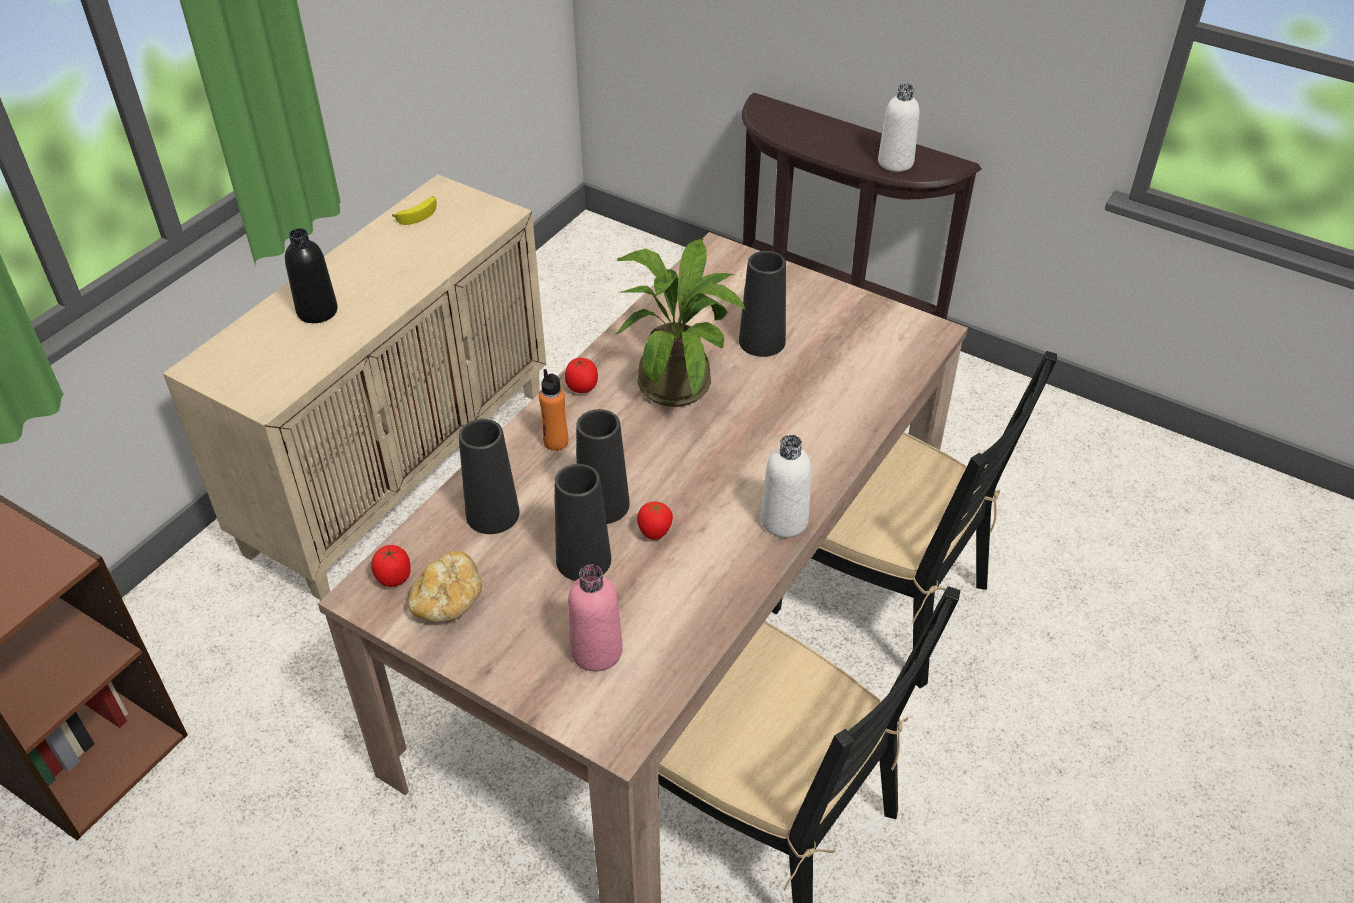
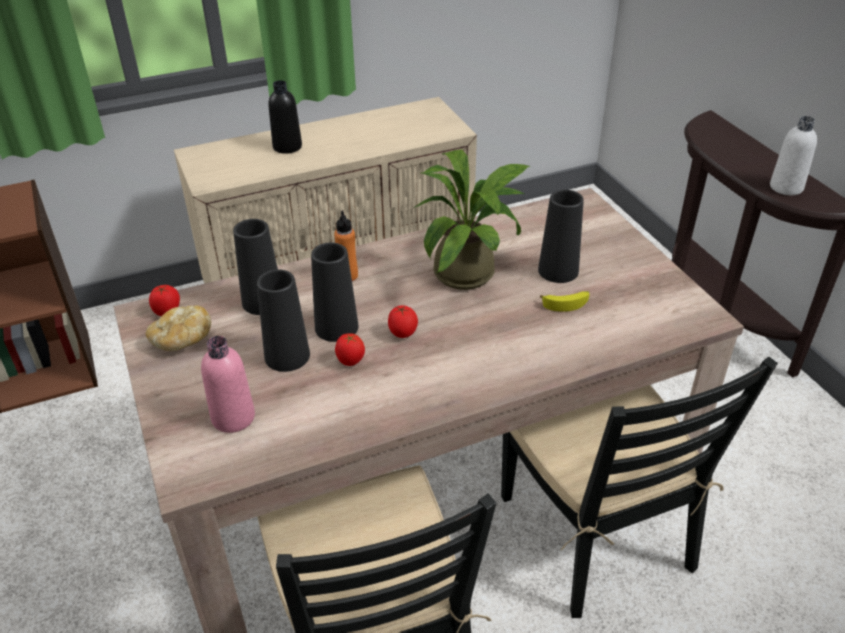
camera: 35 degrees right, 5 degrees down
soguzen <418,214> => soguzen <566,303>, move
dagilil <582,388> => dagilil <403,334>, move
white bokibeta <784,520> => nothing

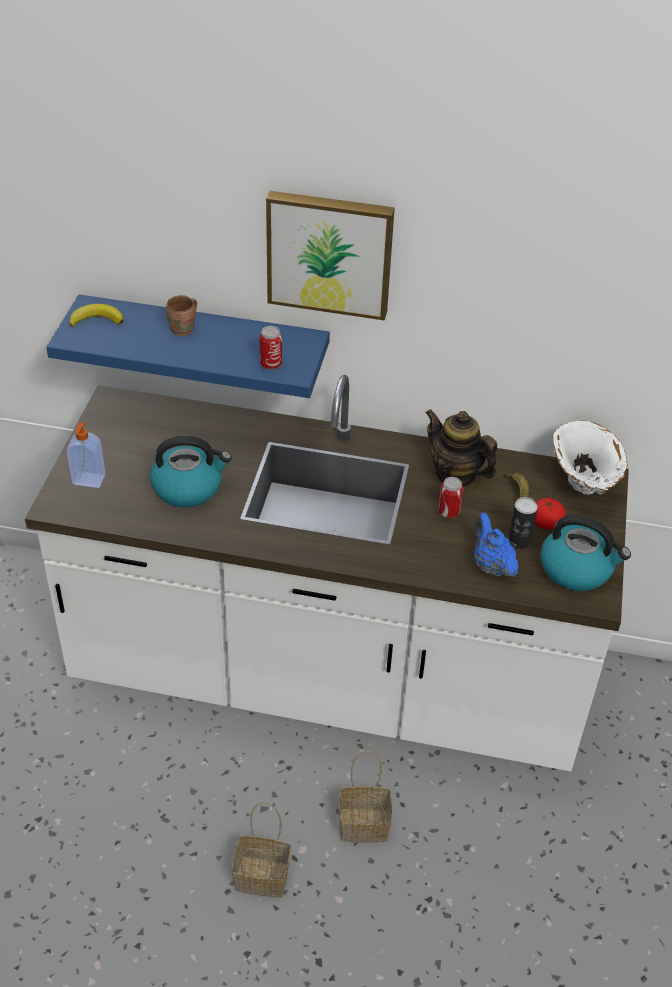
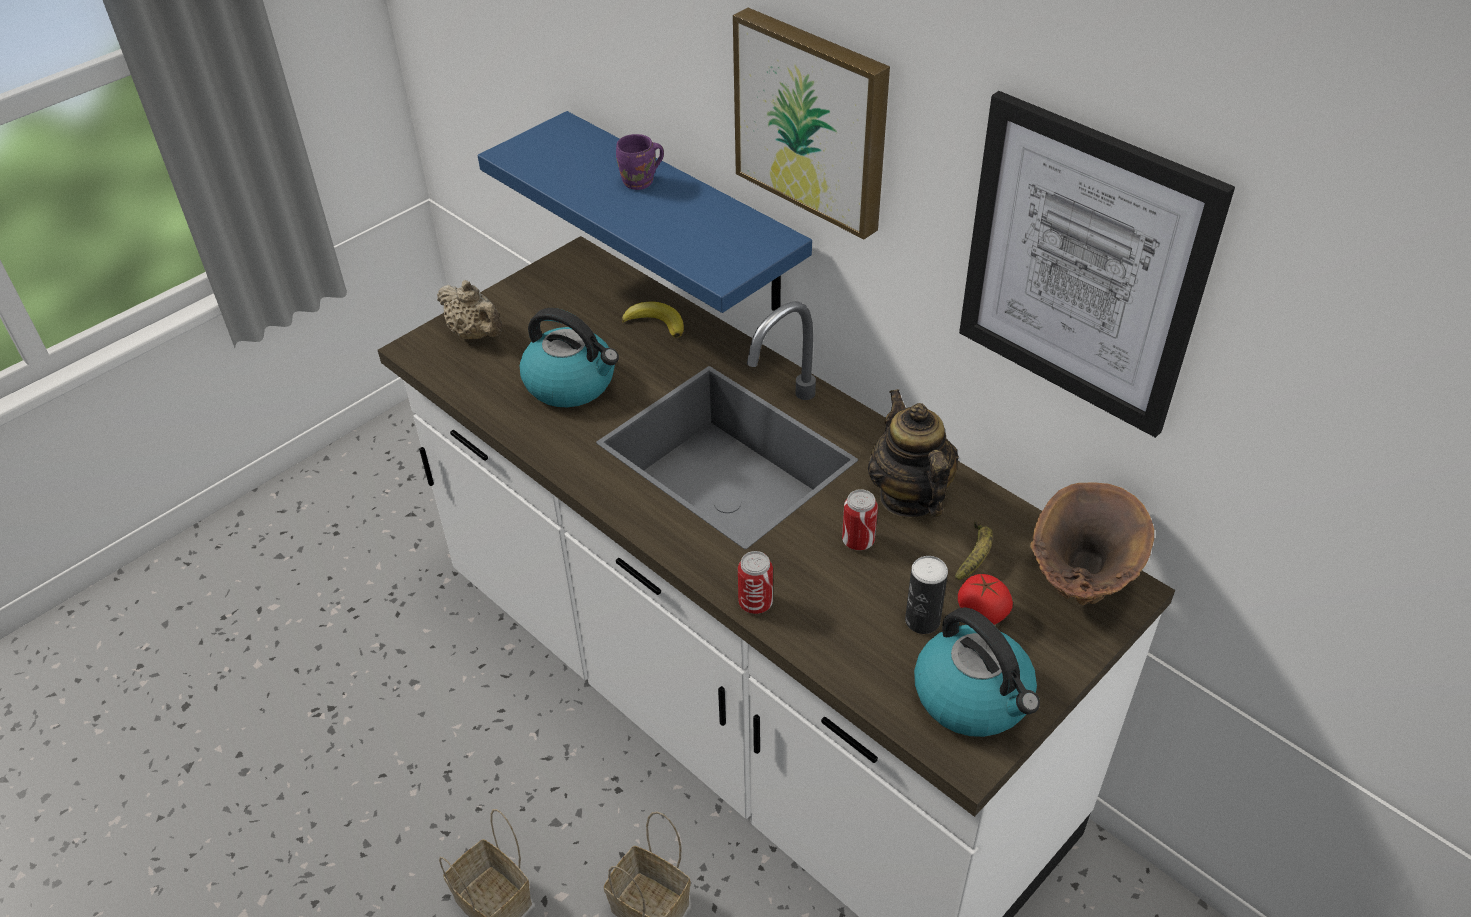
camera: 35 degrees right, 0 degrees up
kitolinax <88,480> => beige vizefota <476,334>
soguzen <96,319> => soguzen <656,323>, move
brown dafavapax <184,329> => purple dafavapax <640,183>
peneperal <271,364> => peneperal <755,603>, move
blue vizefota <491,565> => nothing
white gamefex <581,487> => brown gamefex <1077,586>
nothing => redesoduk <1082,266>

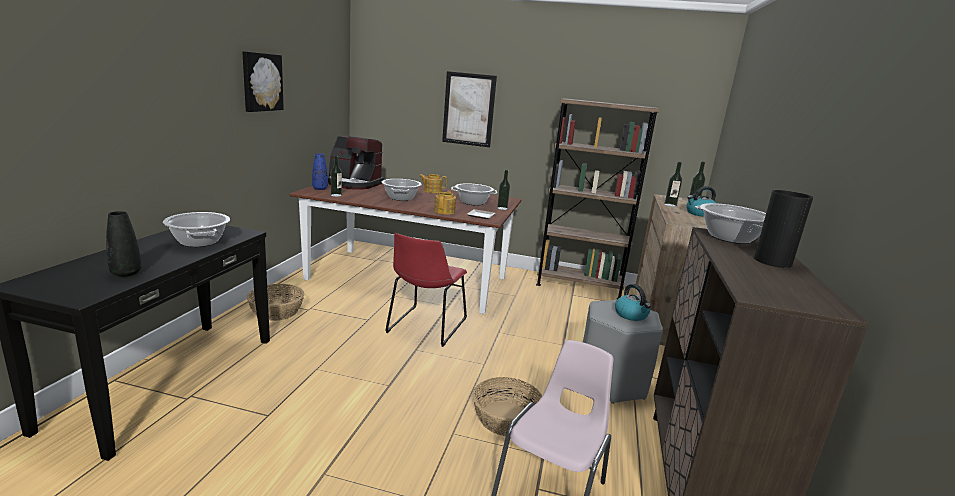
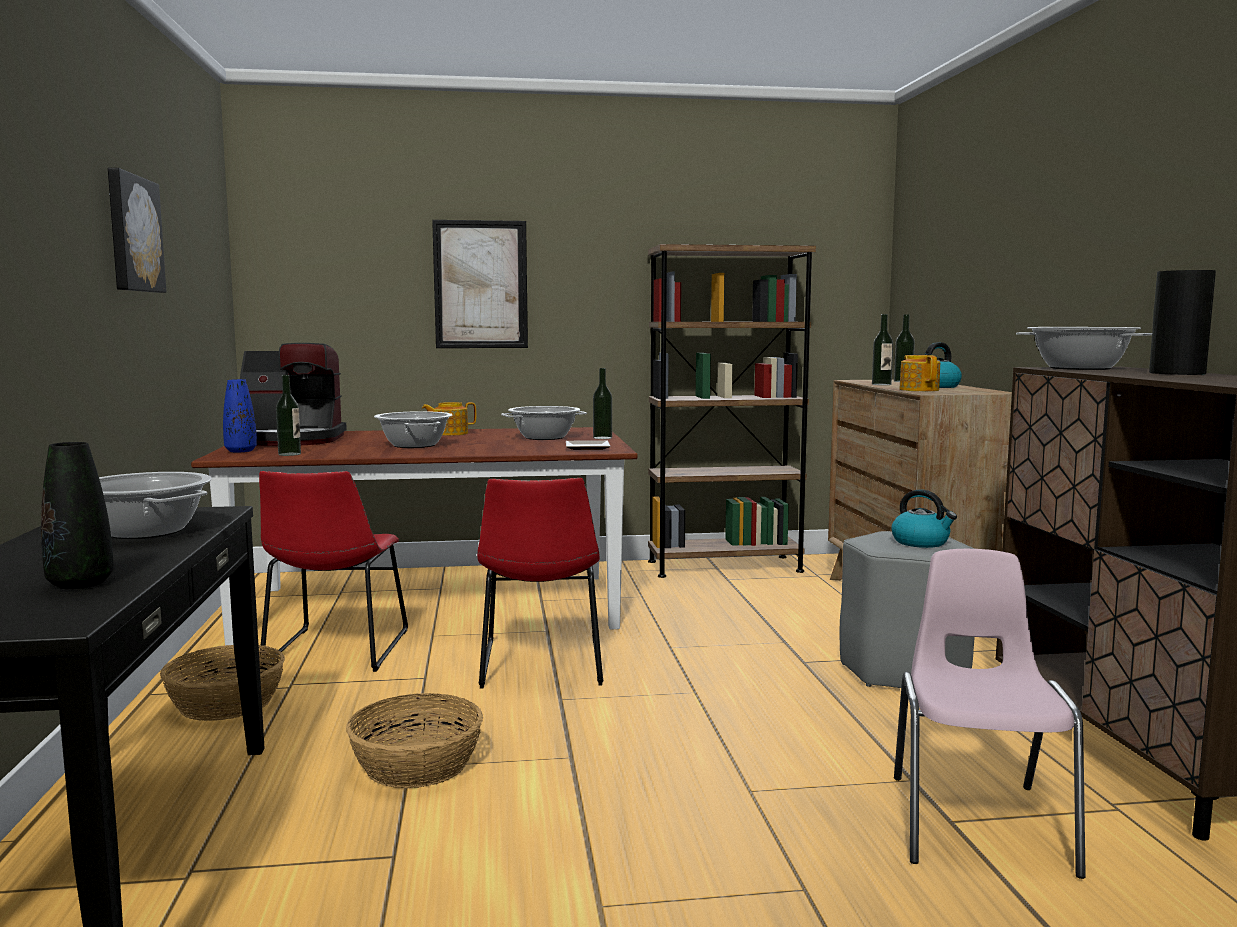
camera: 20 degrees left, 10 degrees down
vizefota <445,211> => vizefota <919,390>, move
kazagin <505,419> => kazagin <416,765>, move
nothing => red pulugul <335,652>

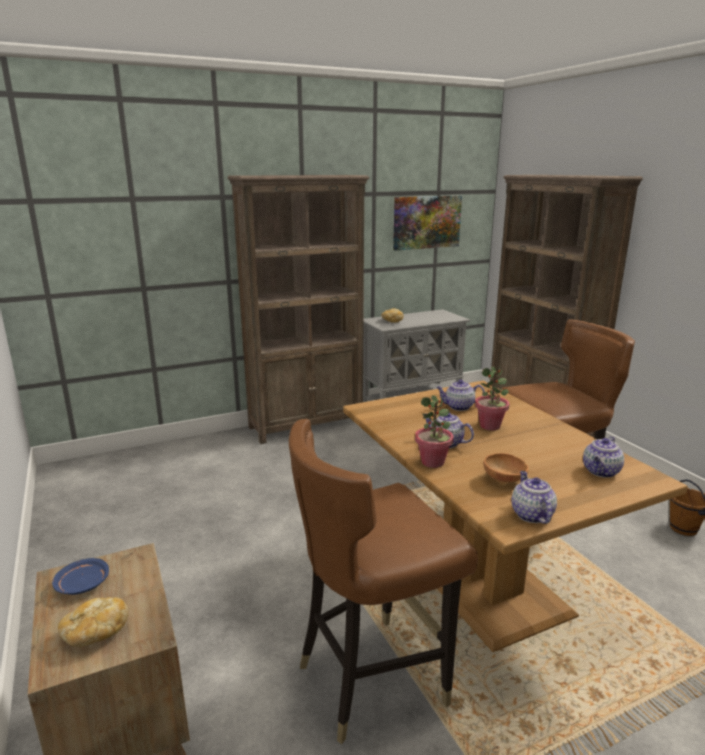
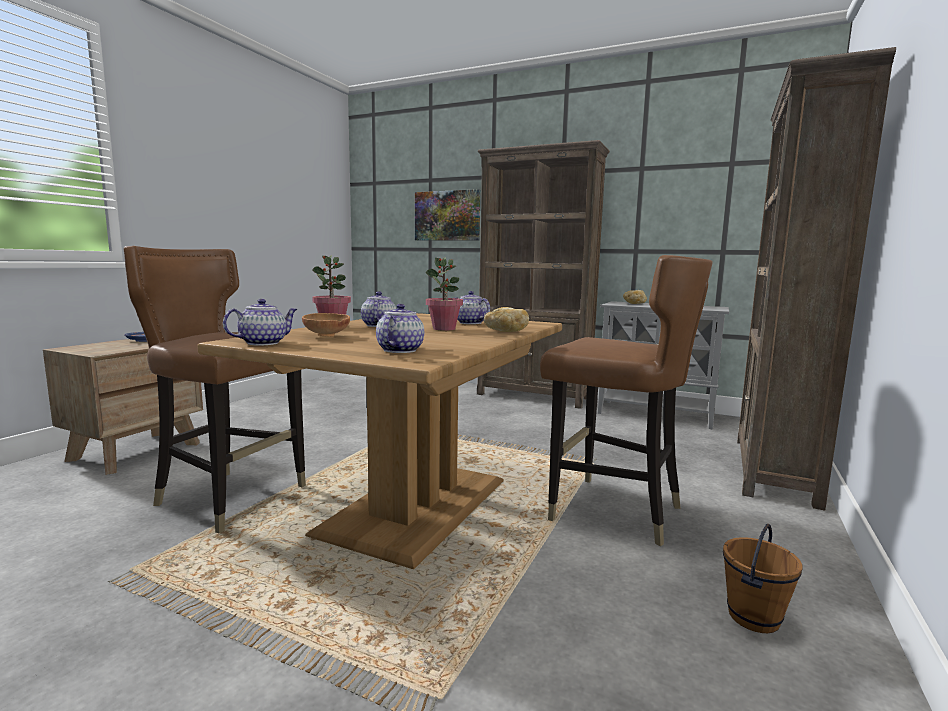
camera: 50 degrees right, 10 degrees down
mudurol <95,634> => mudurol <504,331>, move
redesoduk <426,222> => redesoduk <447,216>, move
vizefota <601,472> => vizefota <400,350>, 105 degrees clockwise

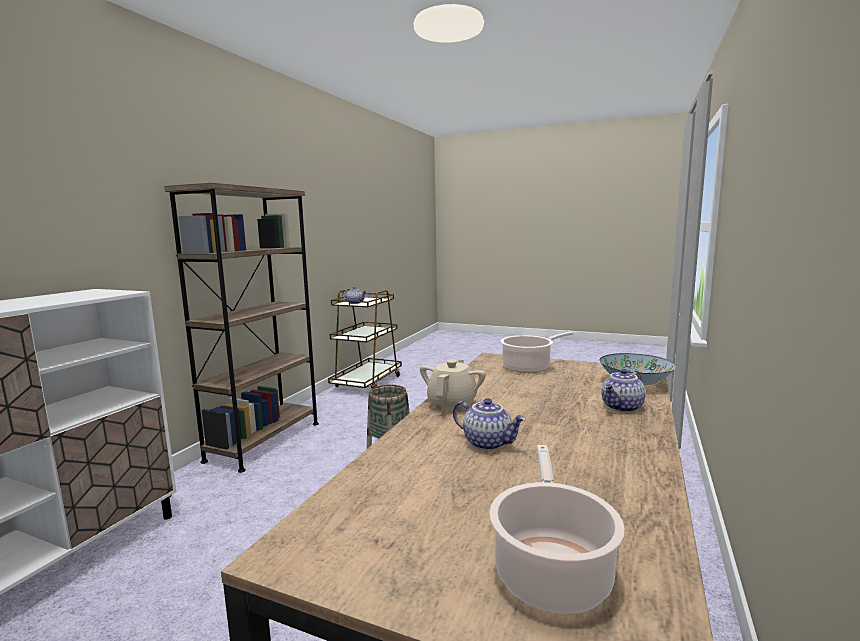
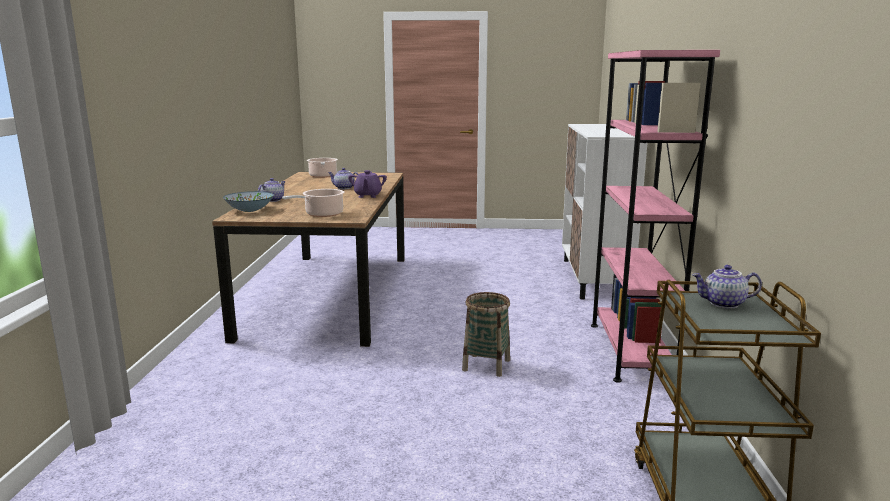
camera: 160 degrees right, 5 degrees up
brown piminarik <264,441> => pink piminarik <631,351>
beige vizefota <452,404> => purple vizefota <367,196>

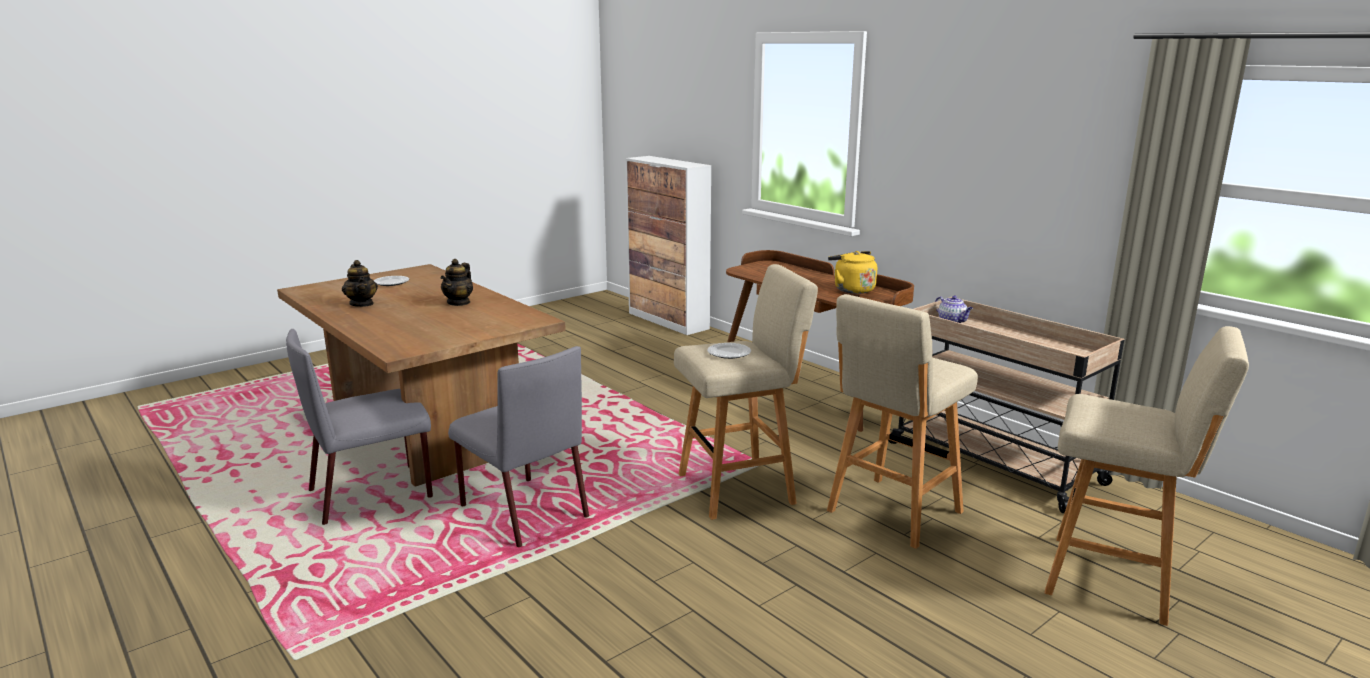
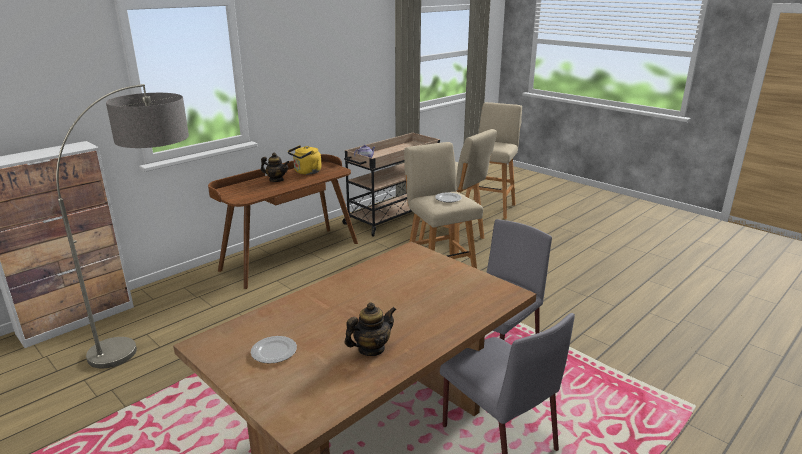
camera: 95 degrees left, 5 degrees up
vizefota <459,302> => vizefota <276,180>, move
nothing => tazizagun <162,330>

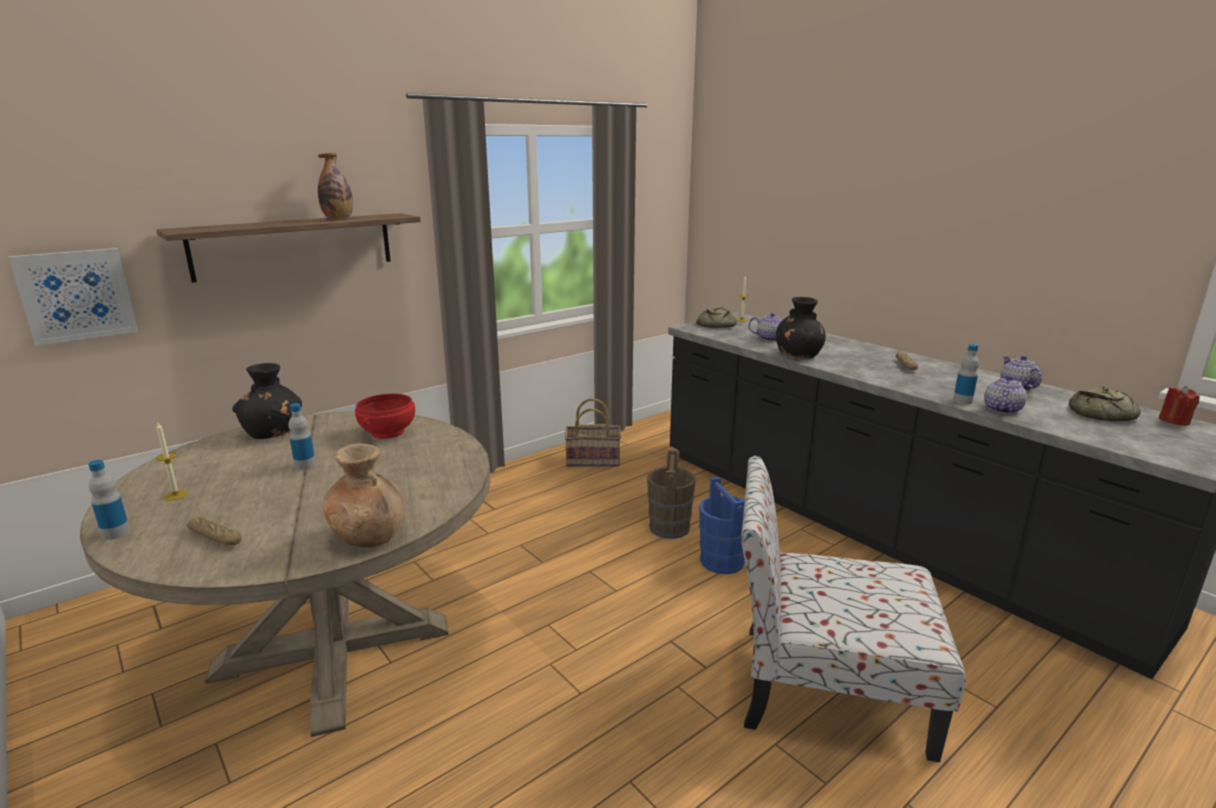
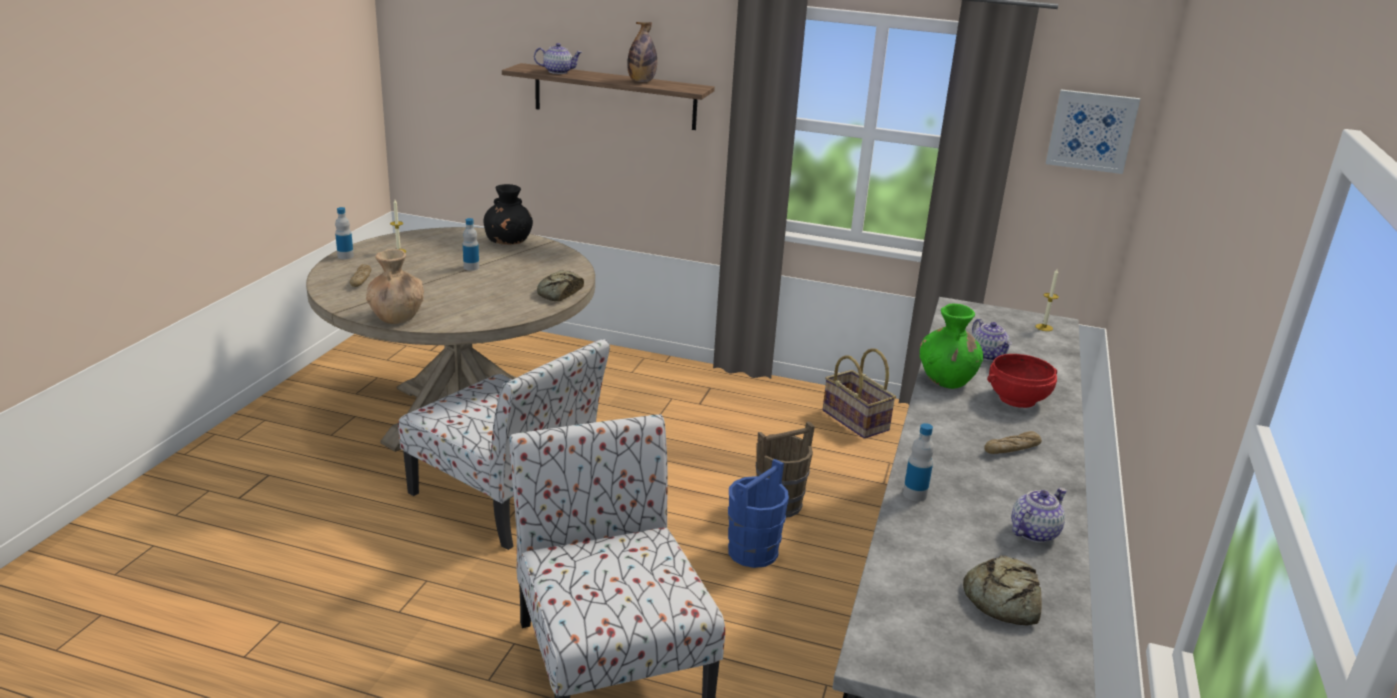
camera: 55 degrees right, 5 degrees up
redesoduk <76,295> => redesoduk <1091,131>, move
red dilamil <388,432> => red dilamil <1018,399>, move
mudurol <715,325> => mudurol <559,293>, move
black gamefex <798,355> => green gamefex <946,380>
vizefota <1001,409> => vizefota <558,72>, move
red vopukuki <1174,420> => nothing
nothing => pulugul <506,497>

